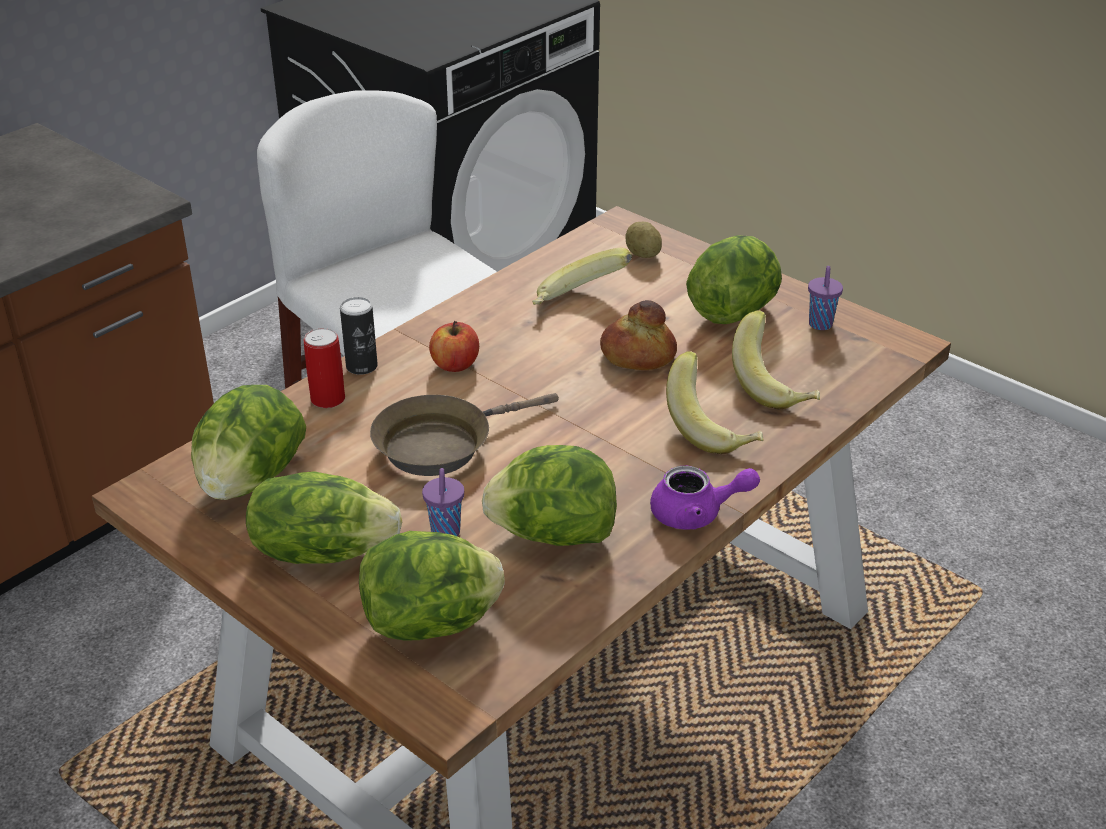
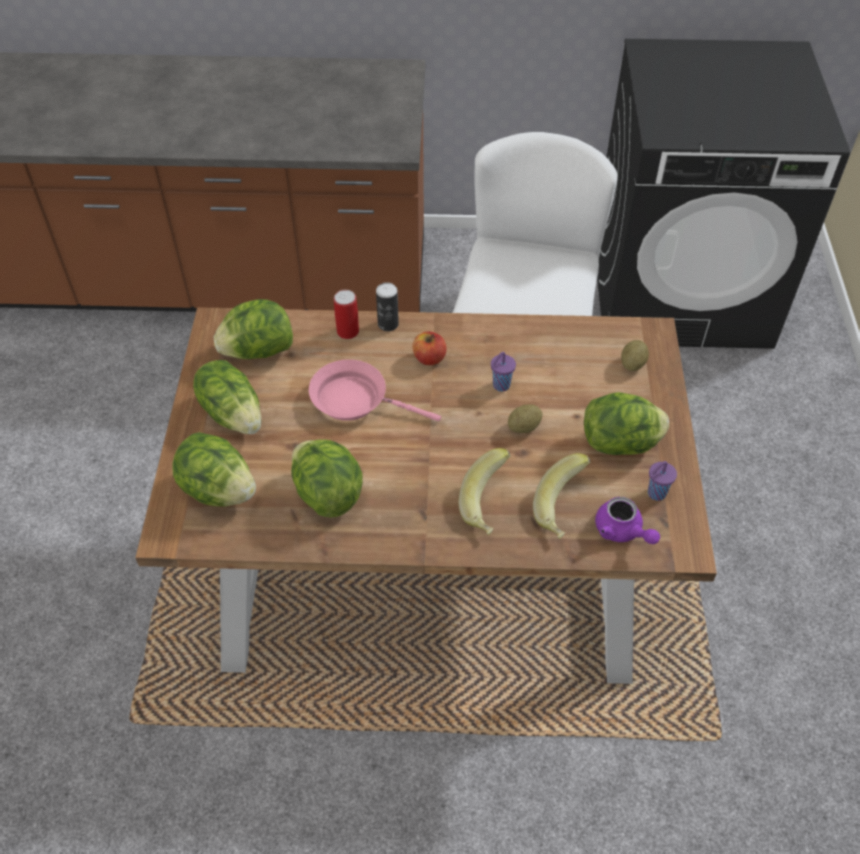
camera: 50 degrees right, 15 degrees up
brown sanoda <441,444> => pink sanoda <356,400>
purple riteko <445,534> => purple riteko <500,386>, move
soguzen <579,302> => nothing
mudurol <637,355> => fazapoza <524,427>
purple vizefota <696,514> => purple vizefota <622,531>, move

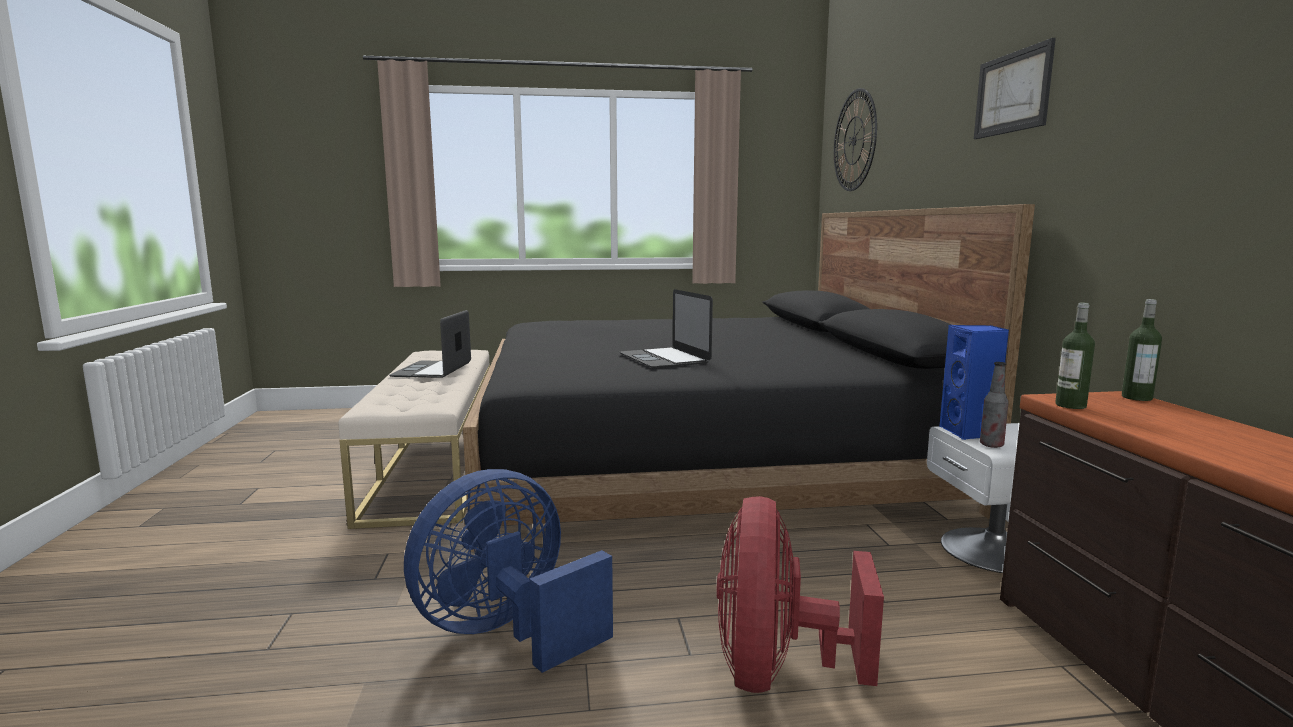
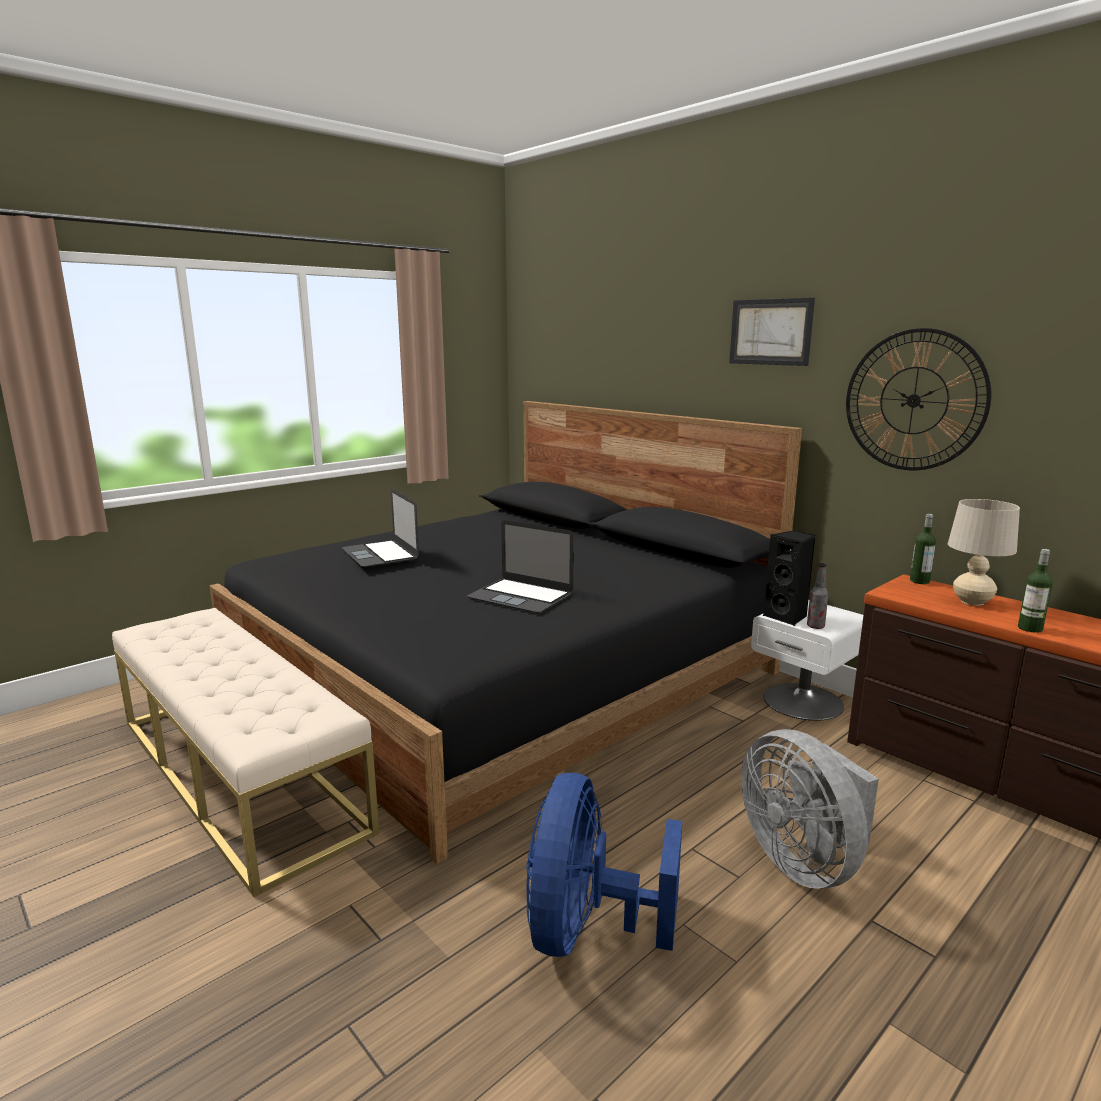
camera: 35 degrees left, 5 degrees up
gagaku <432,370> => gagaku <380,554>, move
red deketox <777,671> => grey deketox <803,861>
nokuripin <854,140> => nokuripin <914,400>, move
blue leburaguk <969,432> => black leburaguk <787,617>
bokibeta <1070,405> => bokibeta <1030,628>, move
nothing => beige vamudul <972,602>

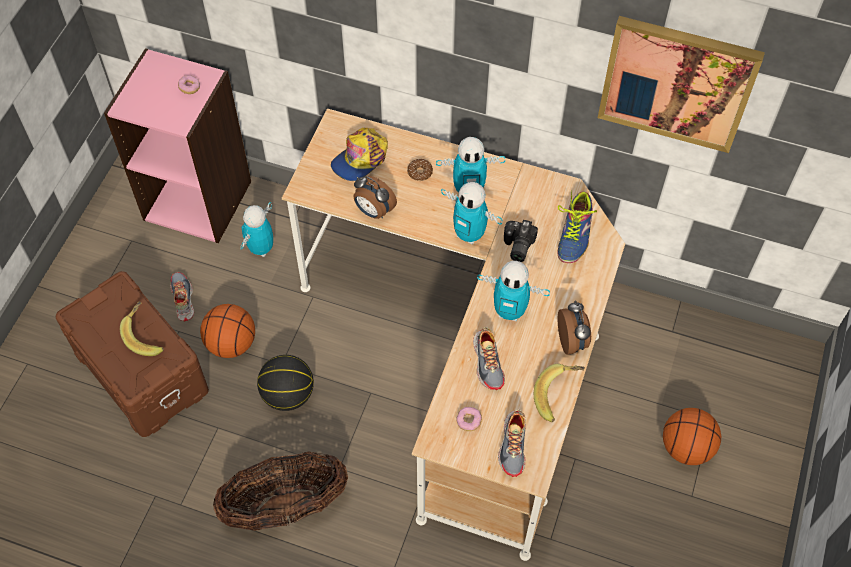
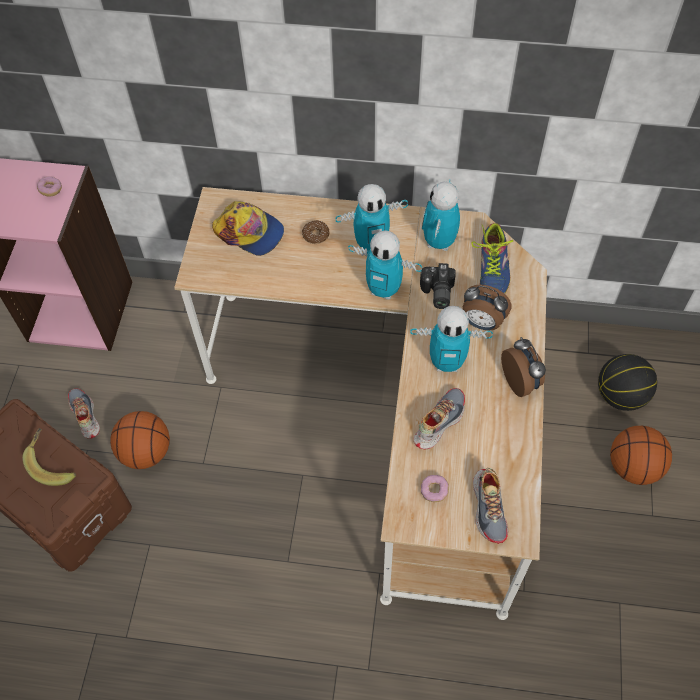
camera: 10 degrees left, 0 degrees up
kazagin <285,506> => nothing
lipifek <261,249> => lipifek <439,242>, move
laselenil <288,395> => laselenil <621,396>, move
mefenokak <360,159> => mefenokak <250,232>, 90 degrees counterclockwise
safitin <373,211> => safitin <482,323>, move
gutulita <488,362> => gutulita <438,422>, 120 degrees counterclockwise
soguzen <559,396> => nothing
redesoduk <677,83> => nothing

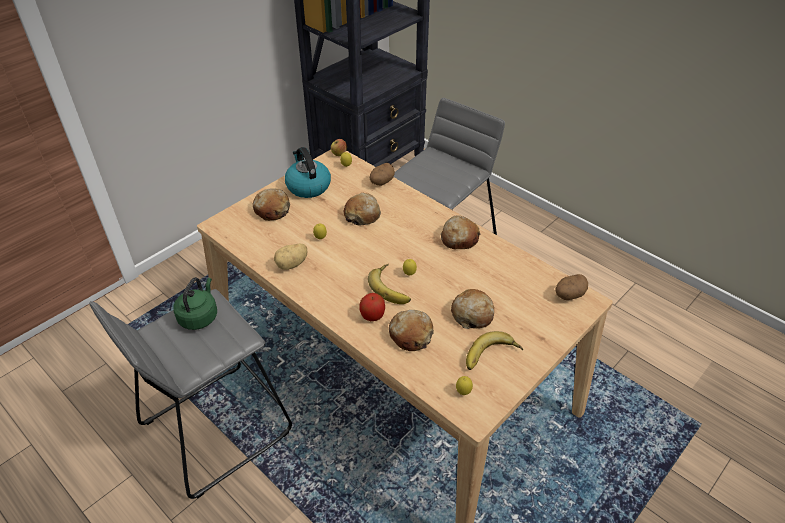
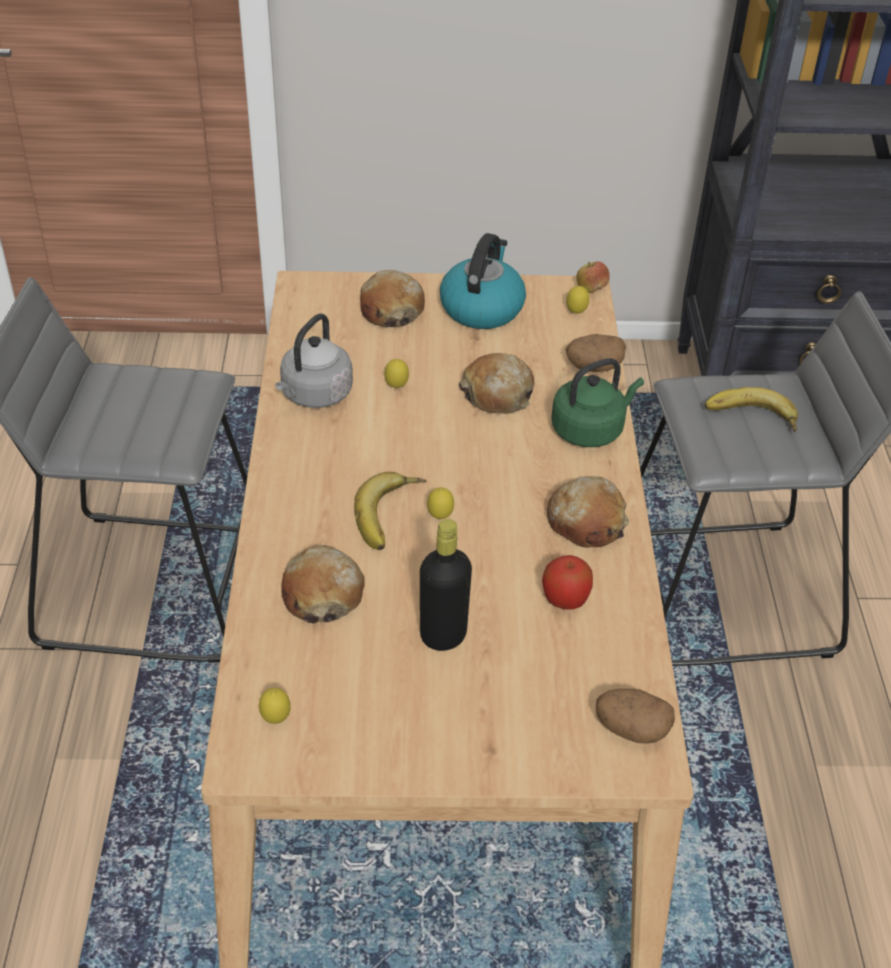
camera: 45 degrees right, 0 degrees up
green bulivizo <199,316> => green bulivizo <590,429>, move
fazapoza <292,264> => grey bulivizo <314,395>
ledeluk <372,316> => ledeluk <565,599>, move
mudurol <472,314> => black bokibeta <443,635>
soguzen <492,357> => soguzen <750,418>, move

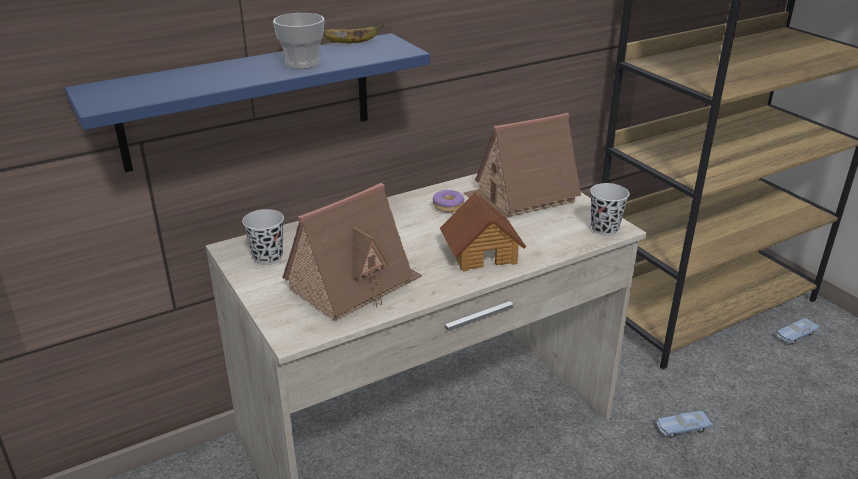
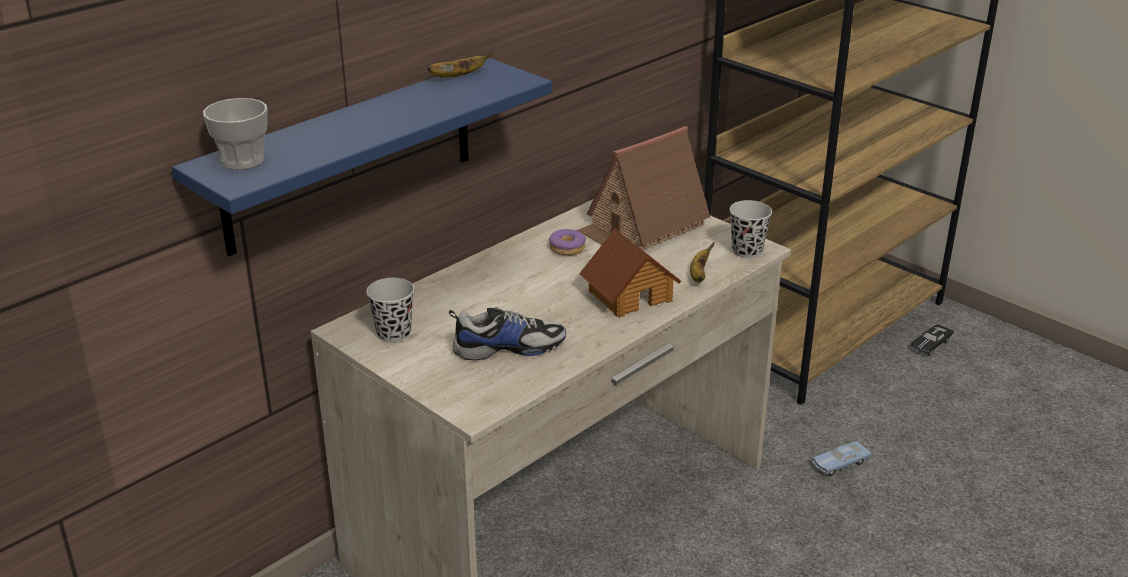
camera: 15 degrees left, 0 degrees up
riteko <302,63> => riteko <242,161>, move
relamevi <354,284> => gutulita <508,348>
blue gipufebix <795,335> => black gipufebix <931,345>
nothing => soguzen <699,275>

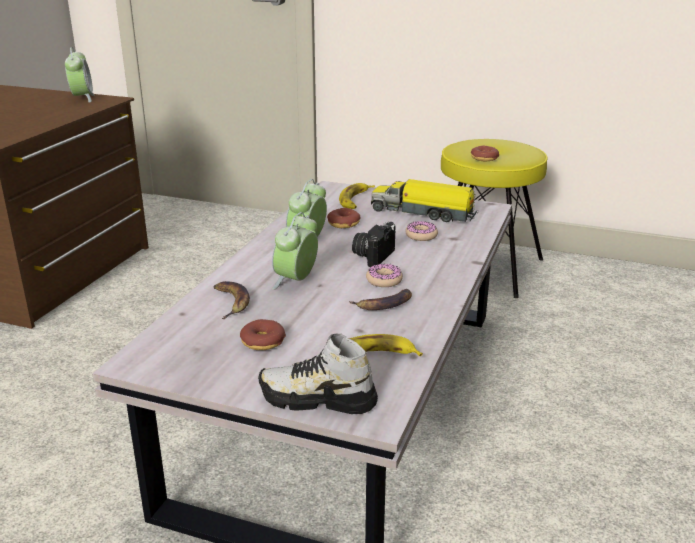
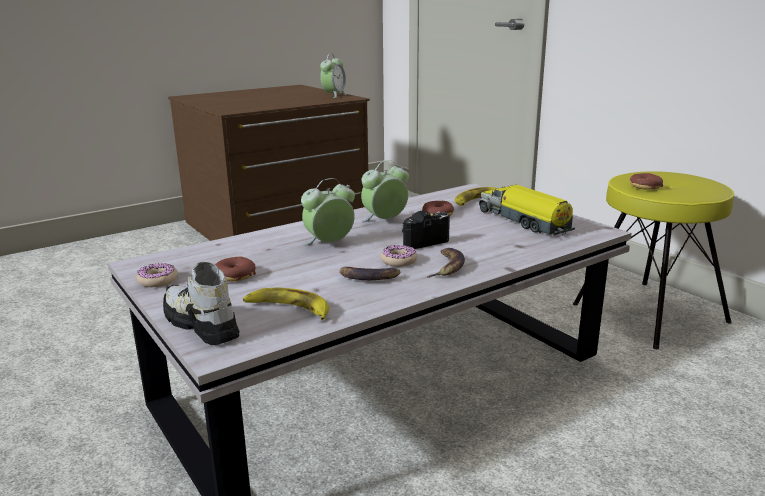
camera: 35 degrees right, 5 degrees down
soguzen <231,302> => soguzen <447,267>, move
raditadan <421,235> => raditadan <158,281>, move

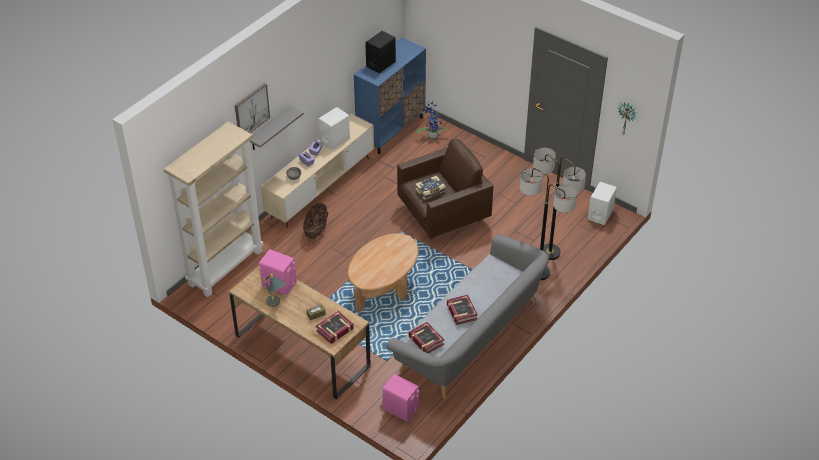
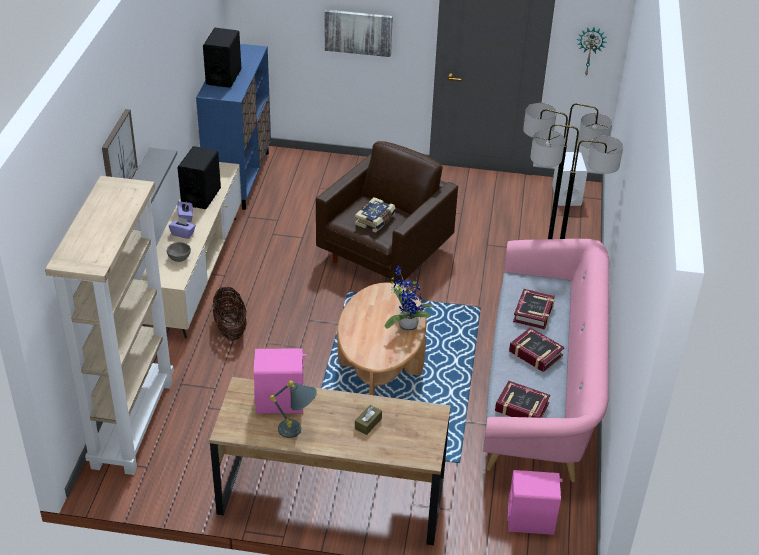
camera: 30 degrees left, 5 degrees down
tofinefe <335,330> => tofinefe <533,313>, move
white leburaguk <334,140> => black leburaguk <201,196>
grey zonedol <471,337> => pink zonedol <541,389>
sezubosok <432,135> => sezubosok <406,324>, move
nothing => redesoduk <358,32>

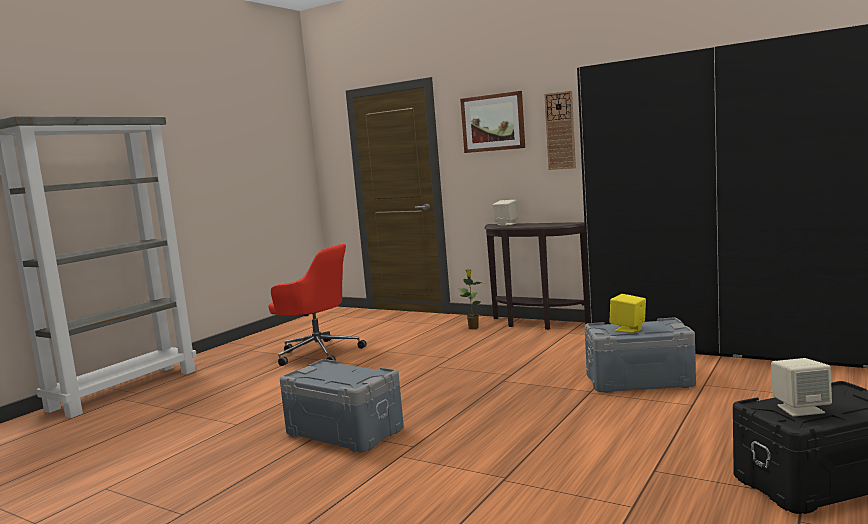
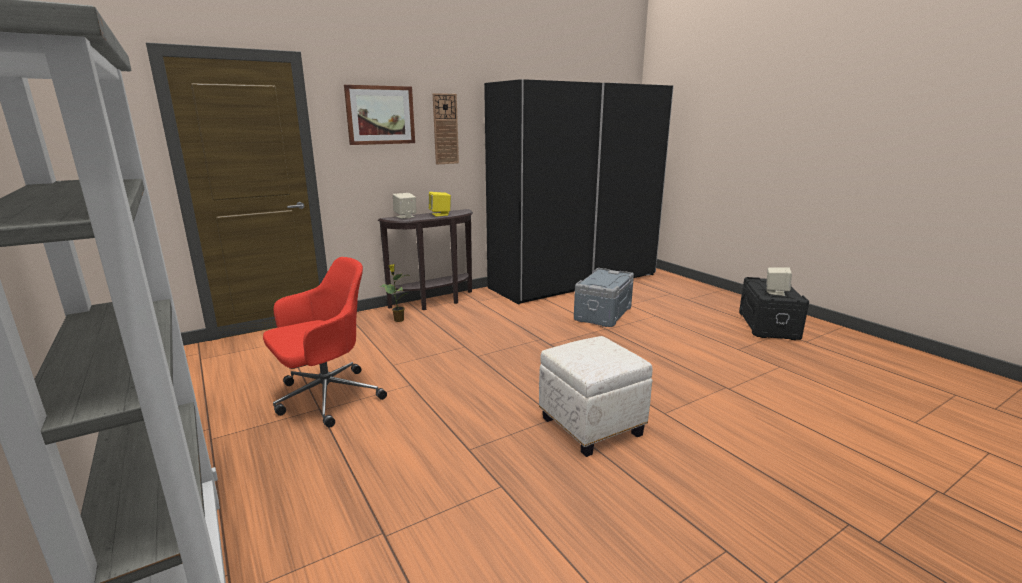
camera: 65 degrees left, 10 degrees up
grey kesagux <345,431> => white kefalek <589,426>
yellow leburaguk <628,329> => yellow leburaguk <440,214>, move

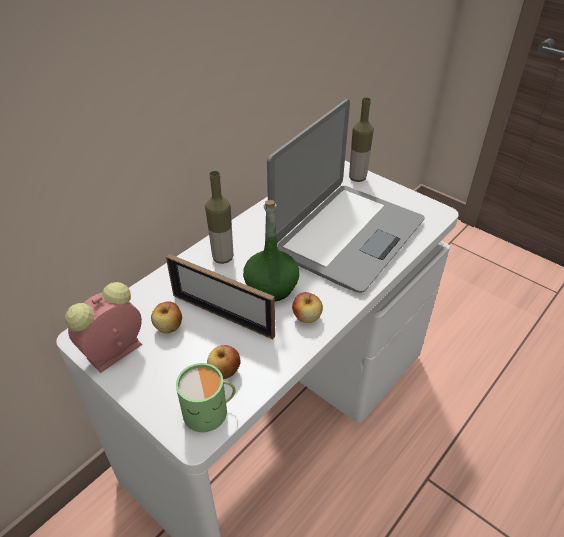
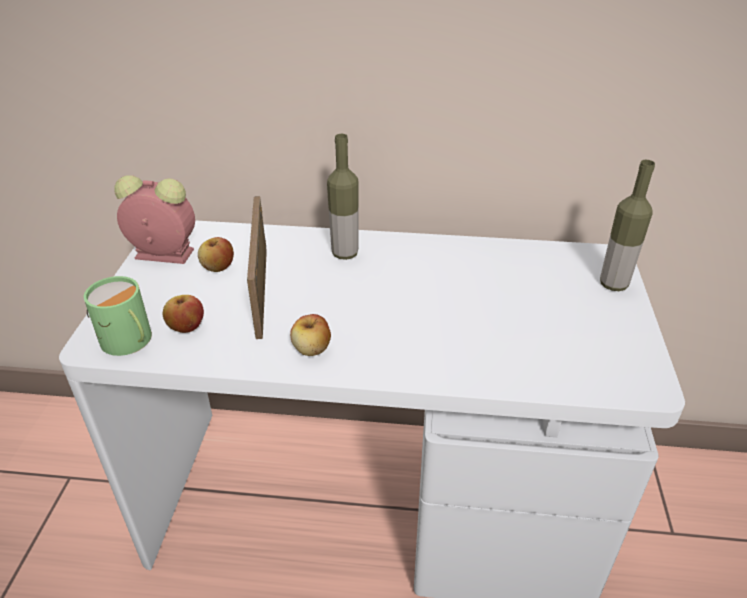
camera: 55 degrees right, 5 degrees down
green bokibeta <271,287> => nothing
gagaku <347,236> => nothing

